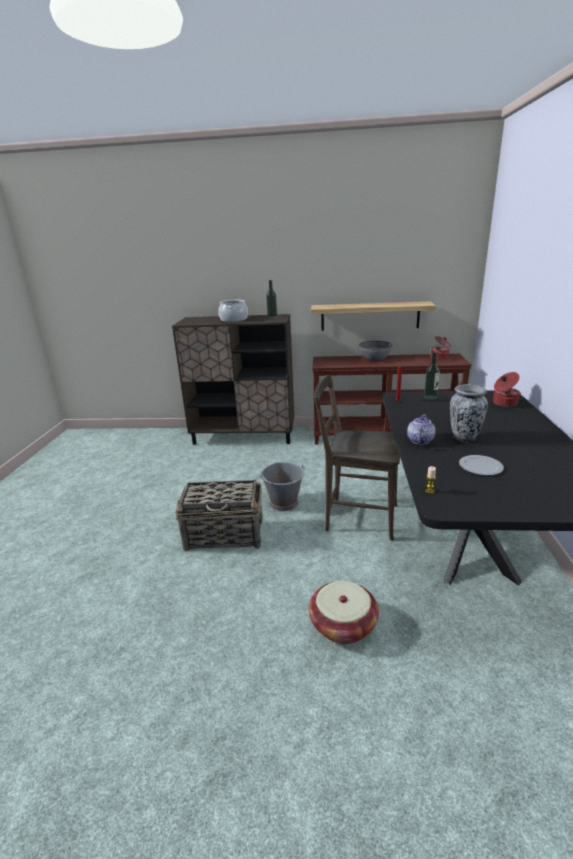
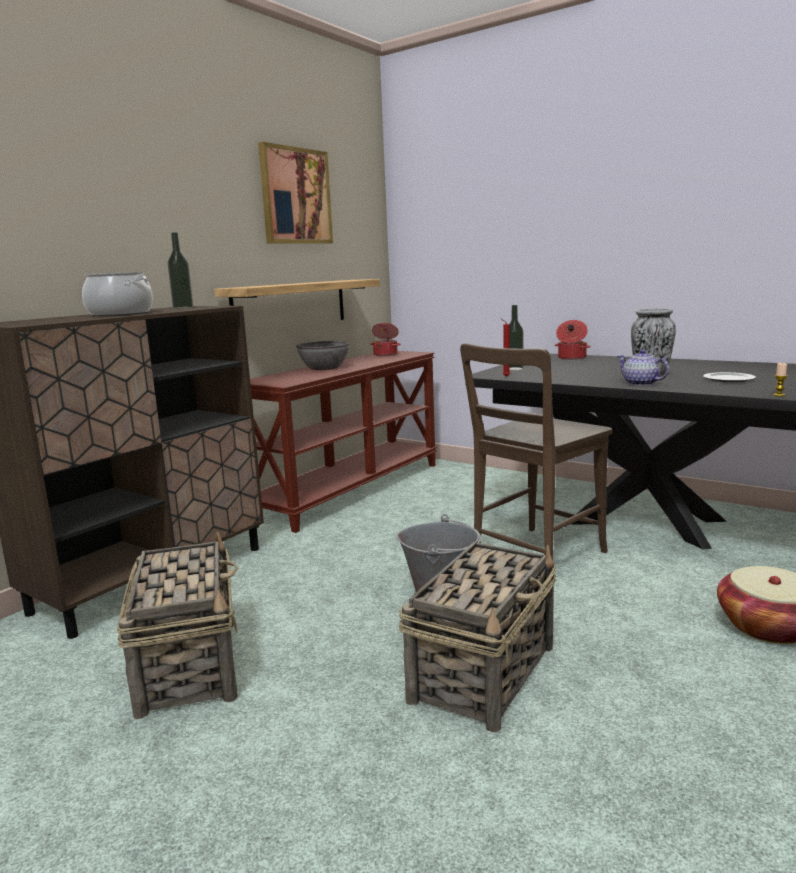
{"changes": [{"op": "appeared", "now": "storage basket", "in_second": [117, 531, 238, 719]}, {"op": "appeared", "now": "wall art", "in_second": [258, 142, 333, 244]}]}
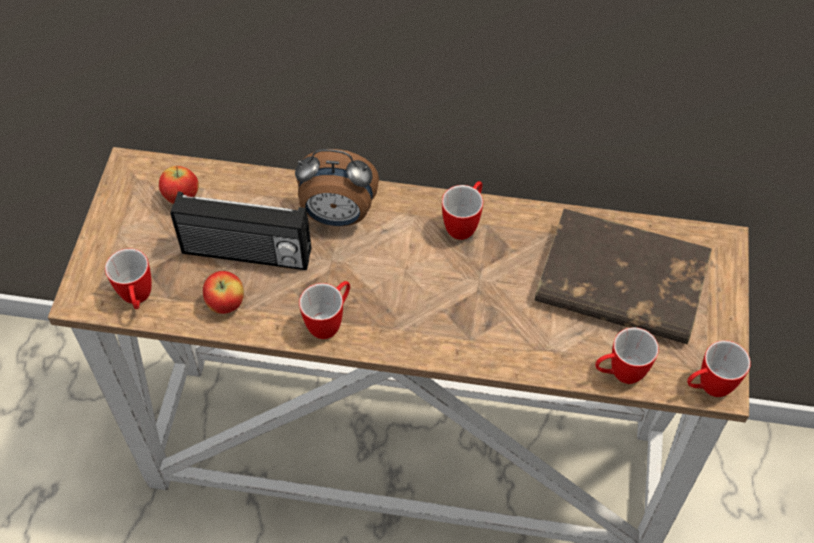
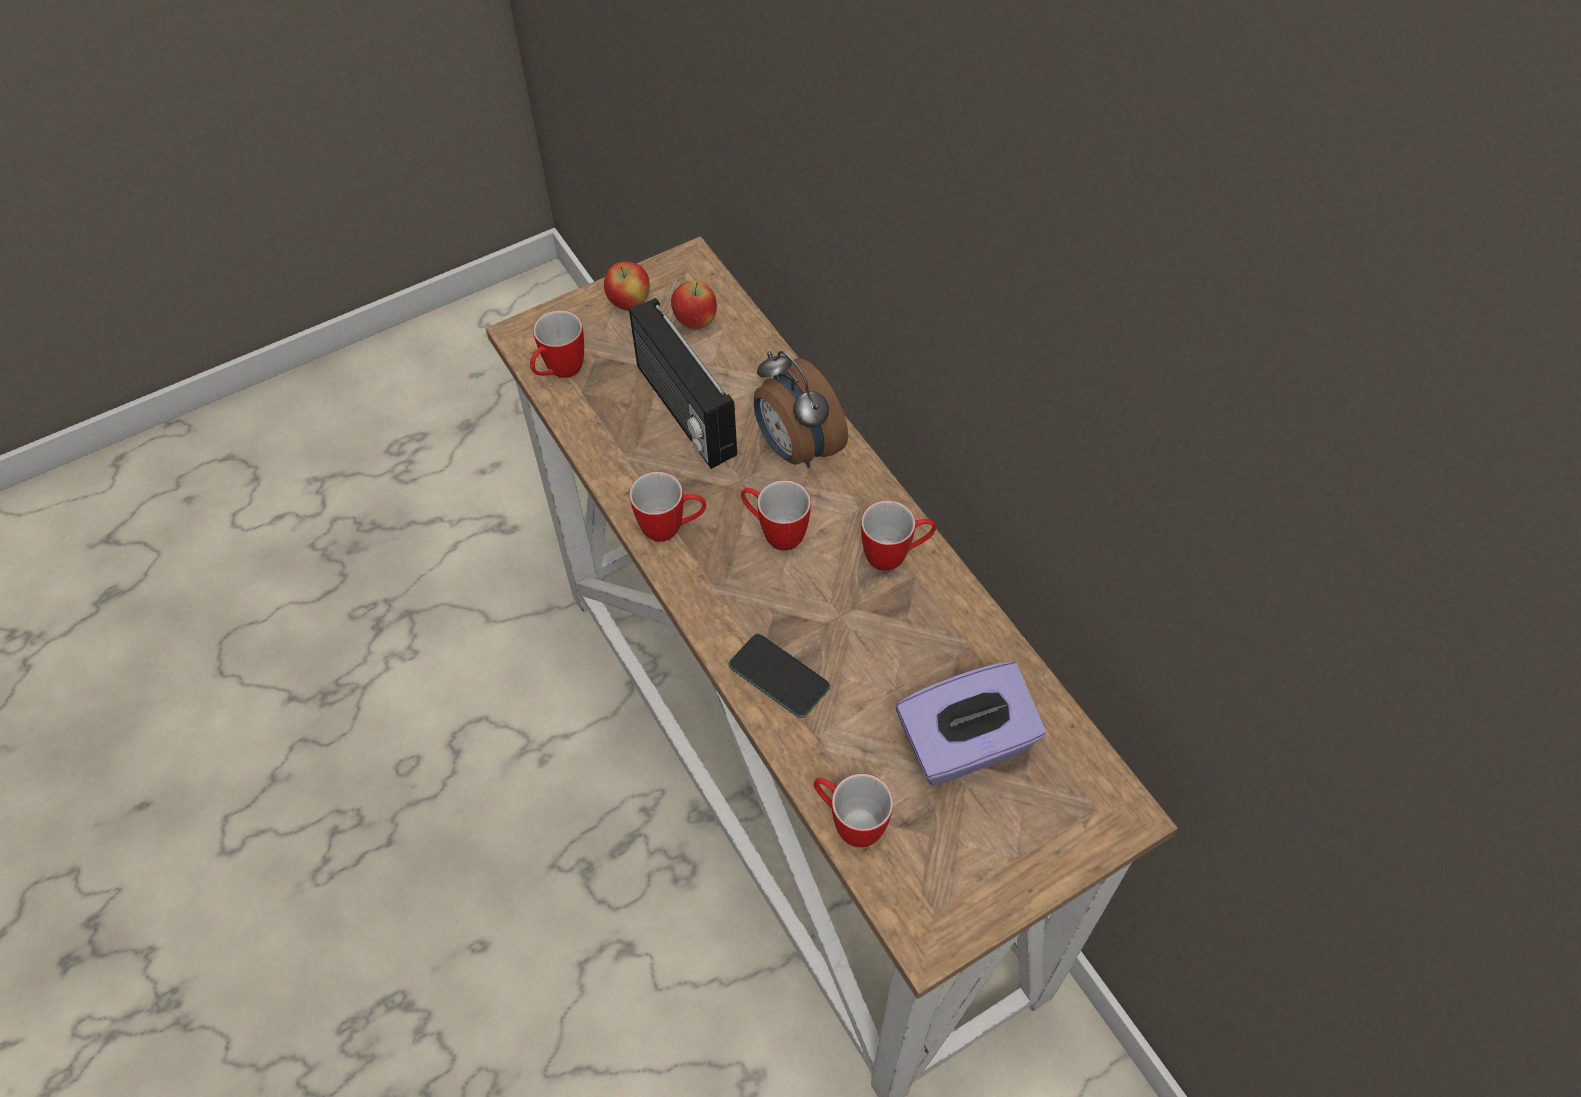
{"changes": [{"op": "relocated", "was": "apple", "in_first": [203, 271, 244, 314], "in_second": [604, 262, 650, 310]}, {"op": "appeared", "now": "handset", "in_second": [729, 634, 830, 718]}, {"op": "relocated", "was": "coffee mug", "in_first": [687, 340, 751, 397], "in_second": [741, 480, 811, 550]}, {"op": "exchanged", "was": "brown bound book", "now": "purplish tissue holder", "in_first": [535, 209, 712, 344], "in_second": [896, 661, 1046, 786]}]}
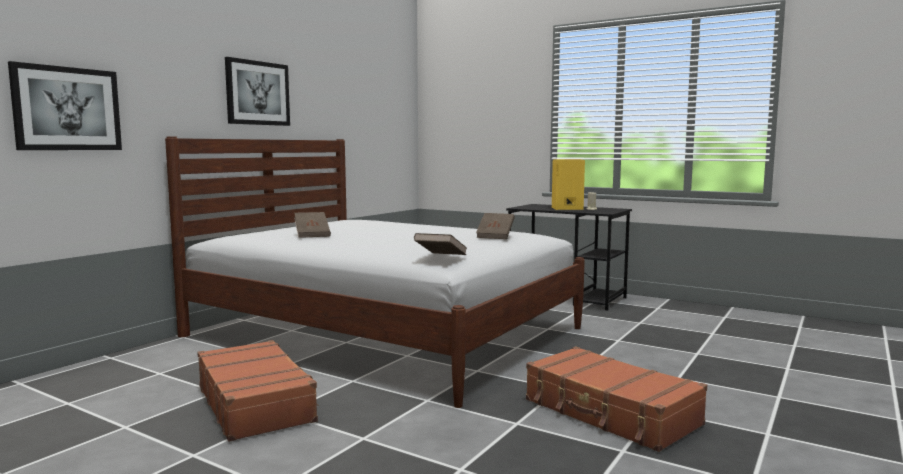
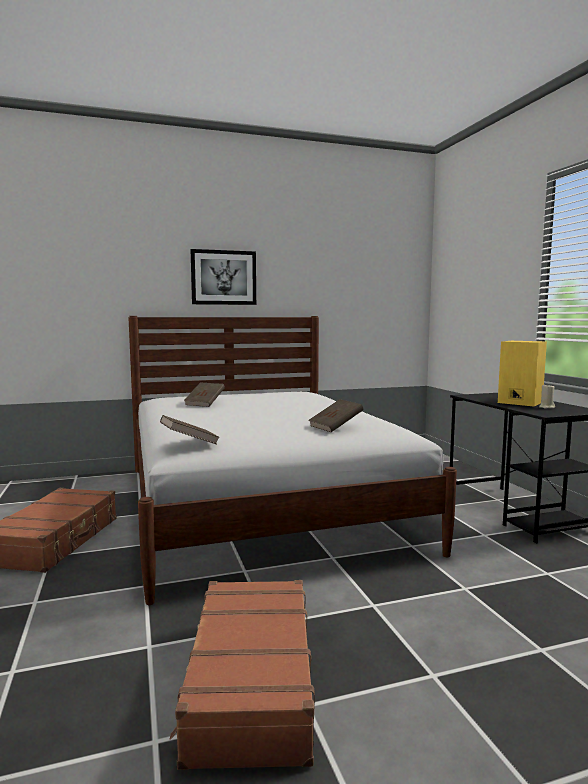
{"changes": [{"op": "missing", "was": "wall art", "in_first": [8, 61, 122, 150]}]}
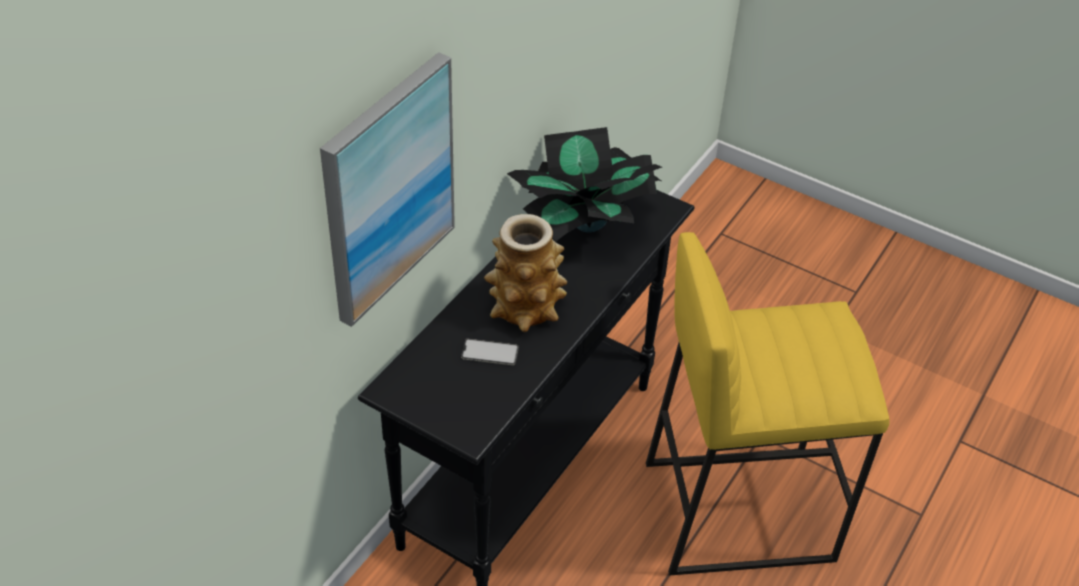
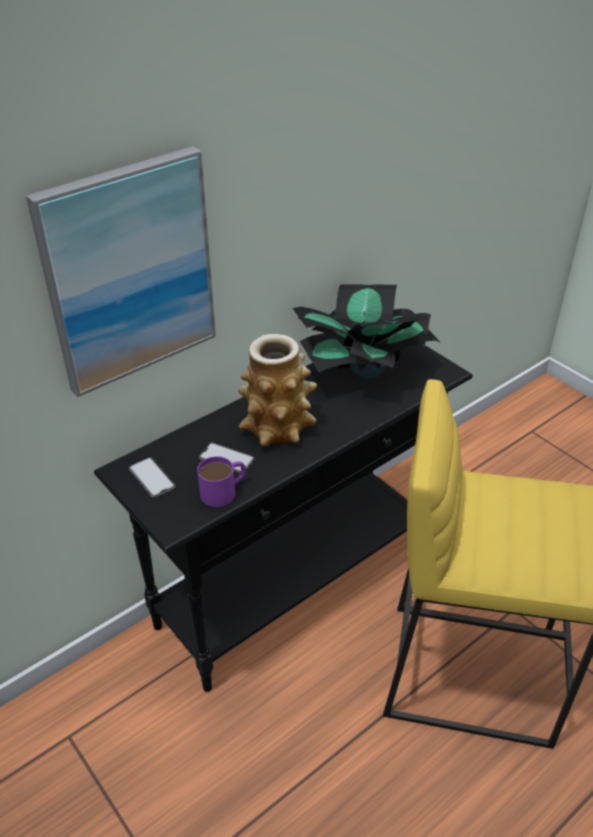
{"changes": [{"op": "appeared", "now": "handset", "in_second": [129, 457, 175, 498]}, {"op": "appeared", "now": "purplish coffee mug", "in_second": [197, 456, 246, 507]}]}
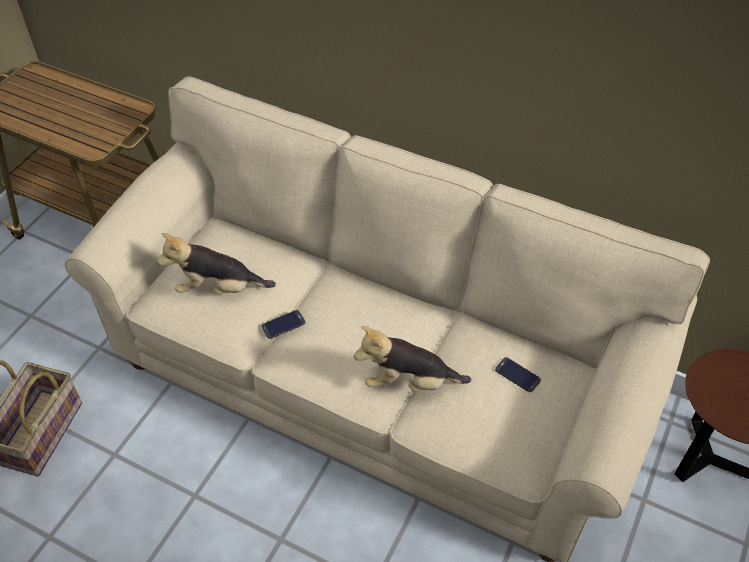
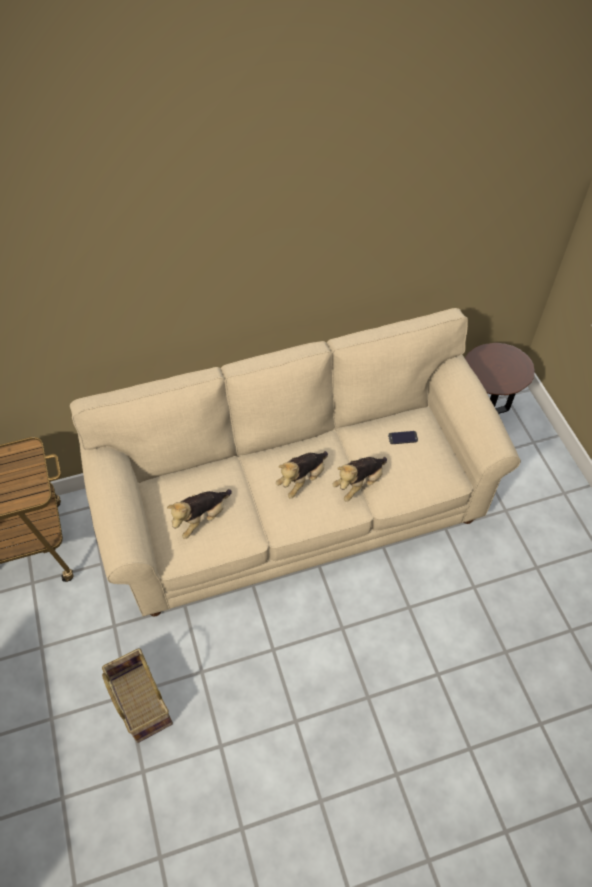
{"changes": [{"op": "appeared", "now": "plush toy", "in_second": [276, 451, 328, 499]}, {"op": "missing", "was": "handset", "in_first": [262, 310, 305, 339]}]}
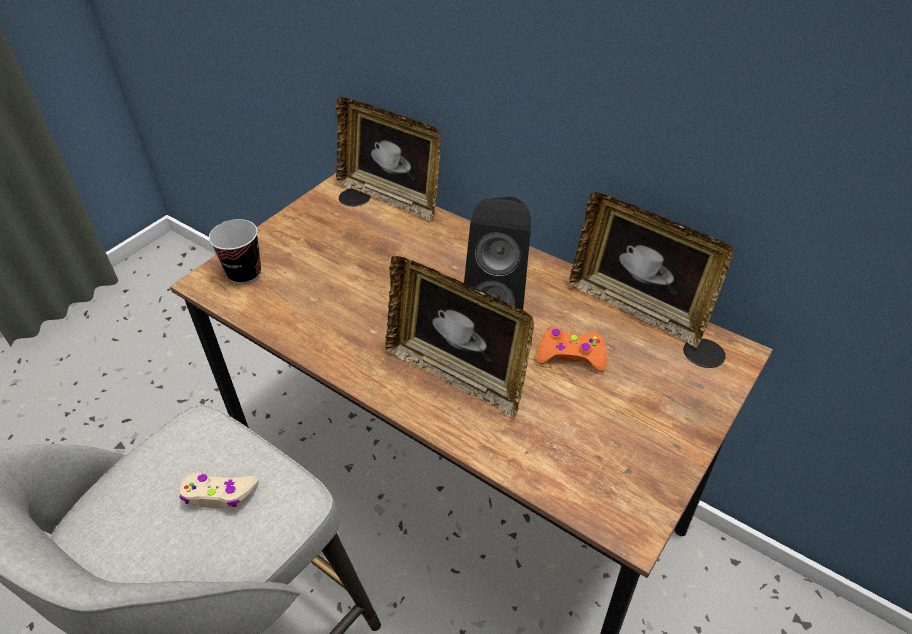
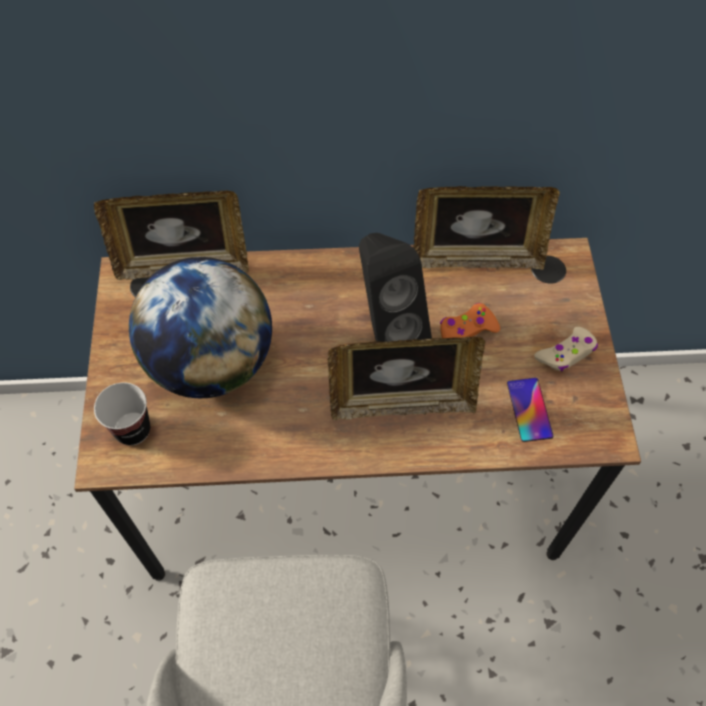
{"changes": [{"op": "appeared", "now": "world globe", "in_second": [129, 257, 272, 398]}, {"op": "appeared", "now": "handset", "in_second": [507, 378, 553, 442]}, {"op": "relocated", "was": "sand-coloured gamepad", "in_first": [179, 473, 258, 509], "in_second": [534, 327, 598, 371]}]}
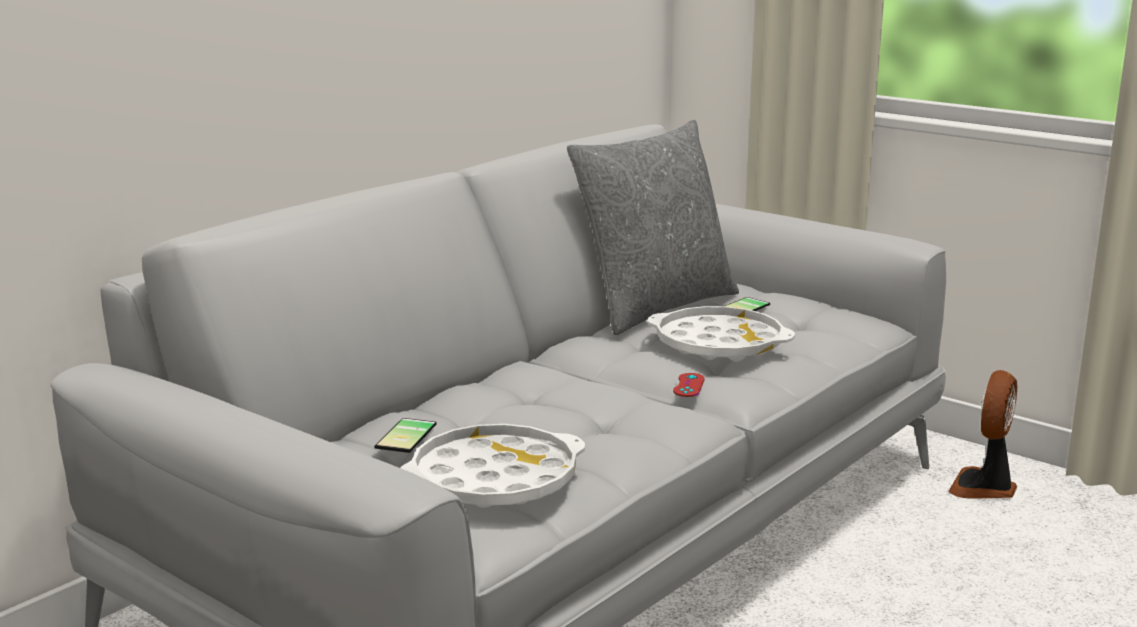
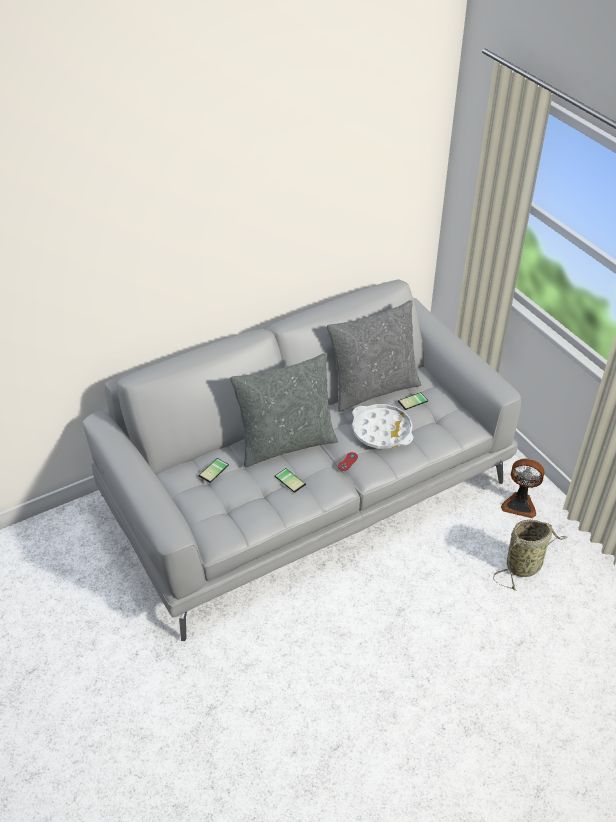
{"changes": [{"op": "appeared", "now": "greyish cushion", "in_second": [230, 353, 338, 467]}, {"op": "appeared", "now": "handset", "in_second": [275, 468, 306, 493]}, {"op": "appeared", "now": "storage basket", "in_second": [493, 520, 568, 590]}, {"op": "spun", "was": "cooling fan", "in_first": [948, 370, 1017, 499], "in_second": [501, 459, 545, 518], "clockwise": -120}, {"op": "missing", "was": "white-coloured tray", "in_first": [400, 424, 585, 508]}]}
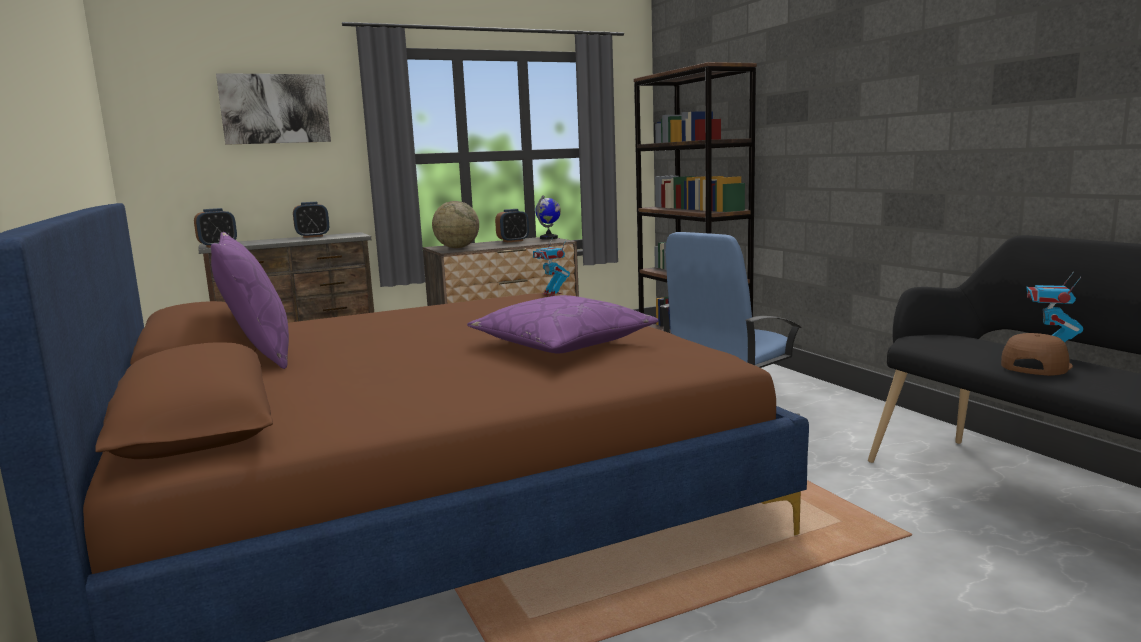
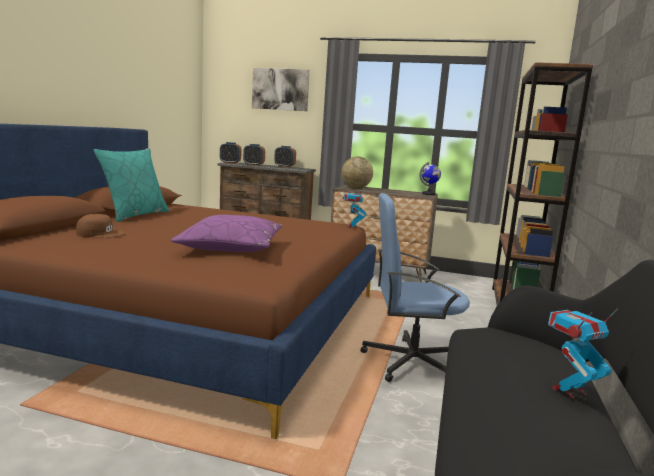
{"changes": [{"op": "relocated", "was": "brown baseball cap", "in_first": [1001, 333, 1073, 376], "in_second": [76, 214, 125, 238]}, {"op": "colour", "was": "purplish cushion", "now": "blue-green cushion", "in_first": [211, 232, 289, 369], "in_second": [94, 148, 169, 222]}, {"op": "relocated", "was": "bedside clock", "in_first": [495, 209, 529, 242], "in_second": [243, 144, 265, 166]}]}
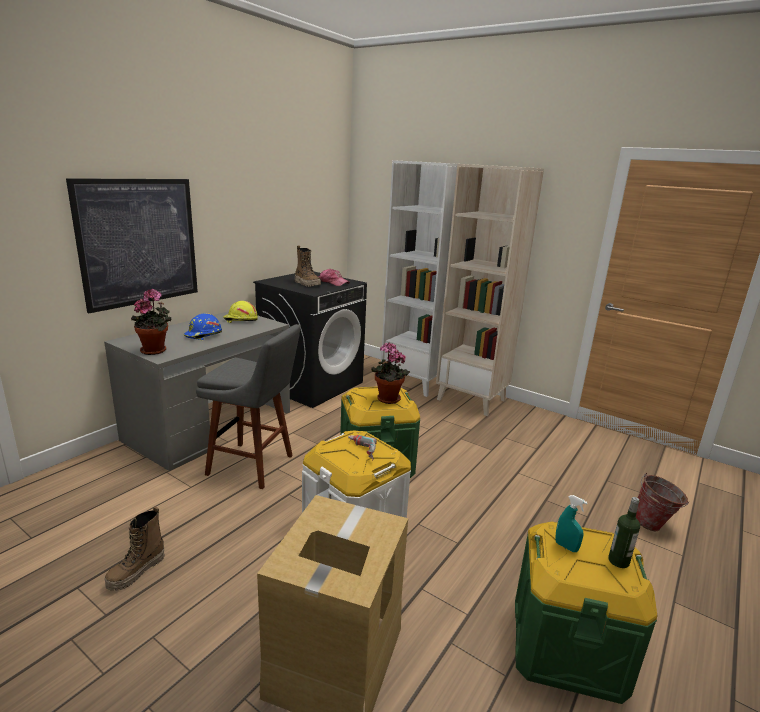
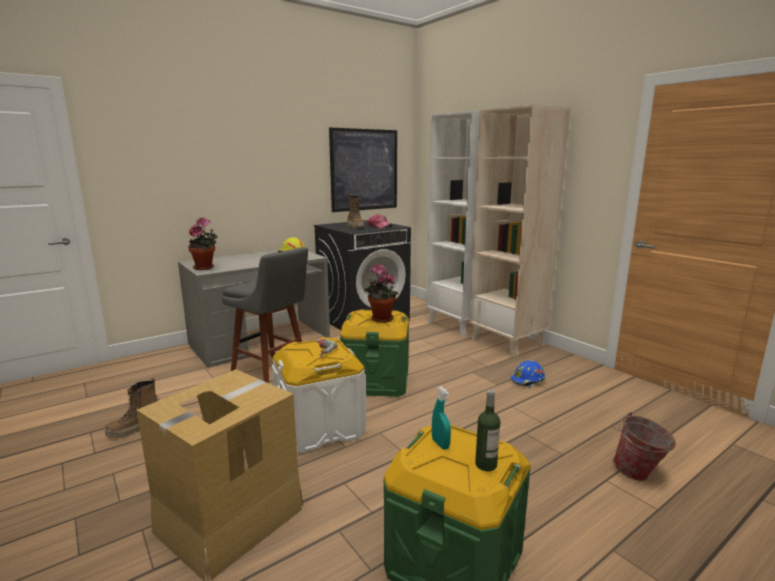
{"changes": [{"op": "relocated", "was": "wall art", "in_first": [66, 178, 198, 313], "in_second": [329, 128, 397, 212]}, {"op": "relocated", "was": "blue-coloured safety helmet", "in_first": [184, 313, 222, 340], "in_second": [510, 360, 545, 388]}]}
